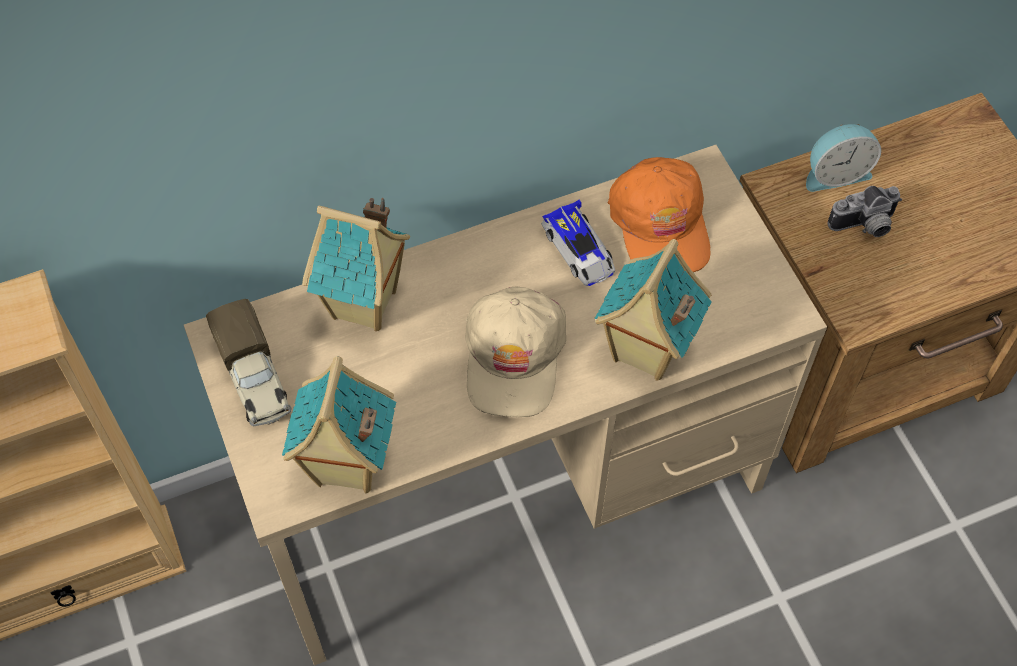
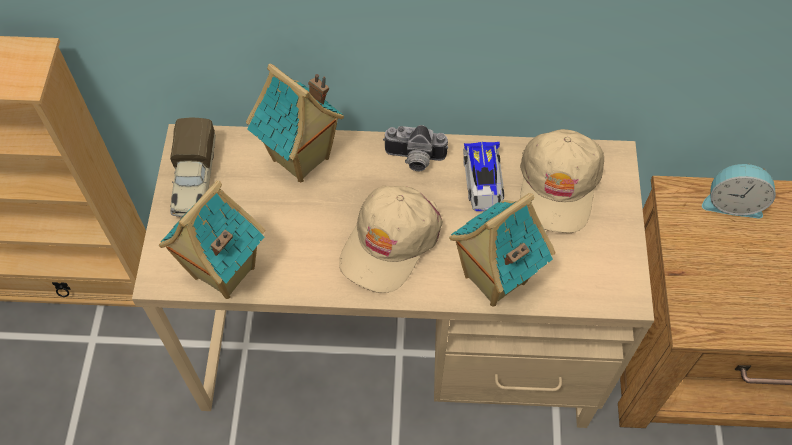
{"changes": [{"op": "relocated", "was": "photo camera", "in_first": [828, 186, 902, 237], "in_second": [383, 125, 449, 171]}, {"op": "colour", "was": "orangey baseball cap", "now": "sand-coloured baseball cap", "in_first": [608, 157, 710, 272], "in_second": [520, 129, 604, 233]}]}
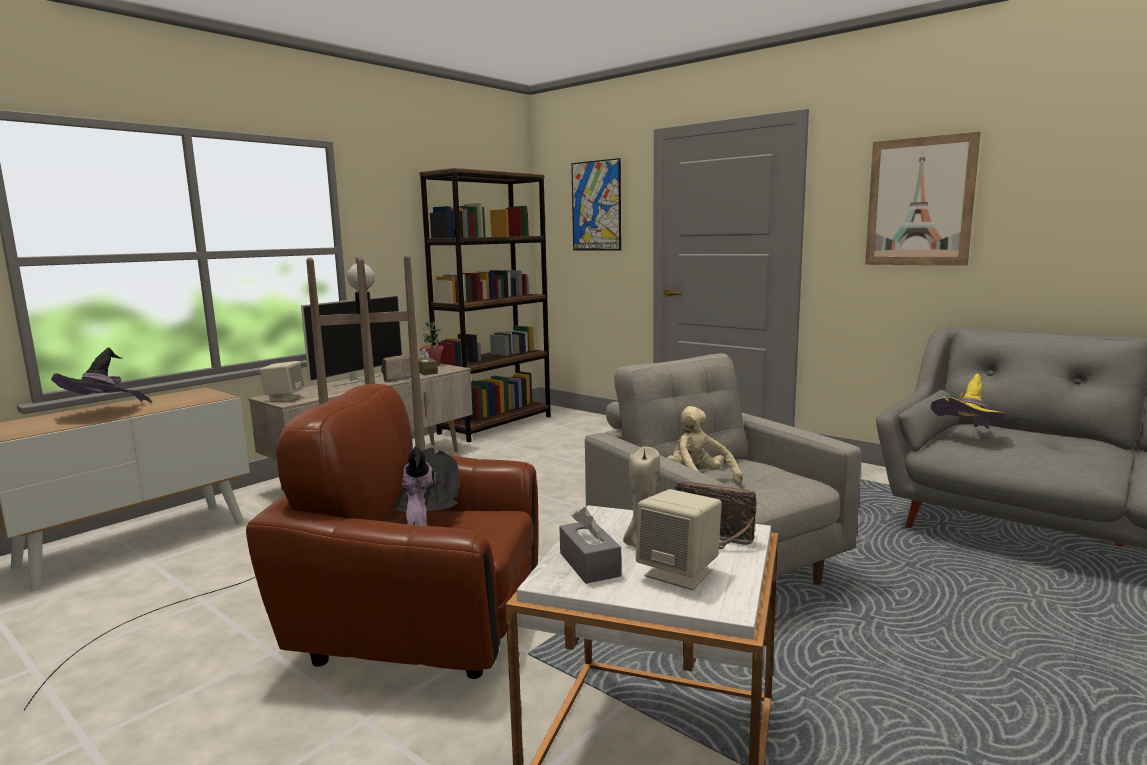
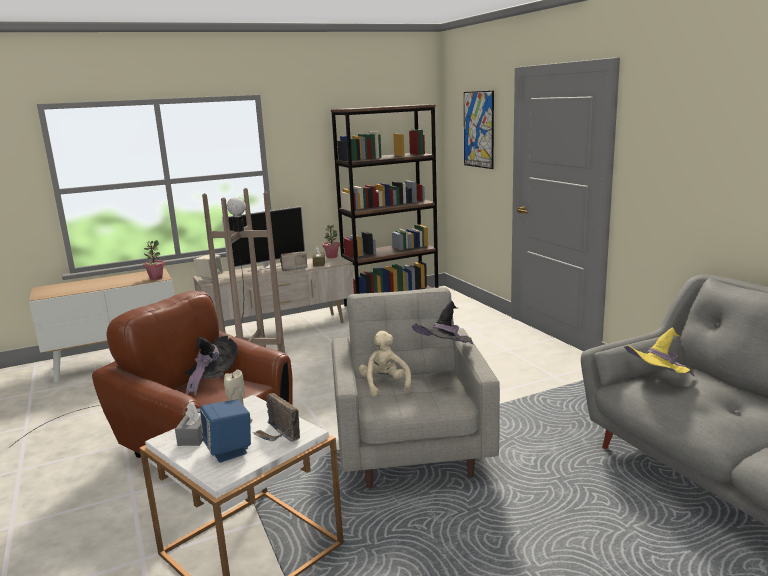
{"changes": [{"op": "appeared", "now": "potted plant", "in_second": [143, 240, 165, 280]}, {"op": "colour", "was": "sand-coloured speaker", "now": "blue-coloured speaker", "in_first": [636, 489, 722, 590], "in_second": [200, 399, 251, 463]}, {"op": "relocated", "was": "blackish hat", "in_first": [51, 348, 152, 403], "in_second": [411, 301, 473, 344]}, {"op": "missing", "was": "wall art", "in_first": [865, 132, 980, 266]}]}
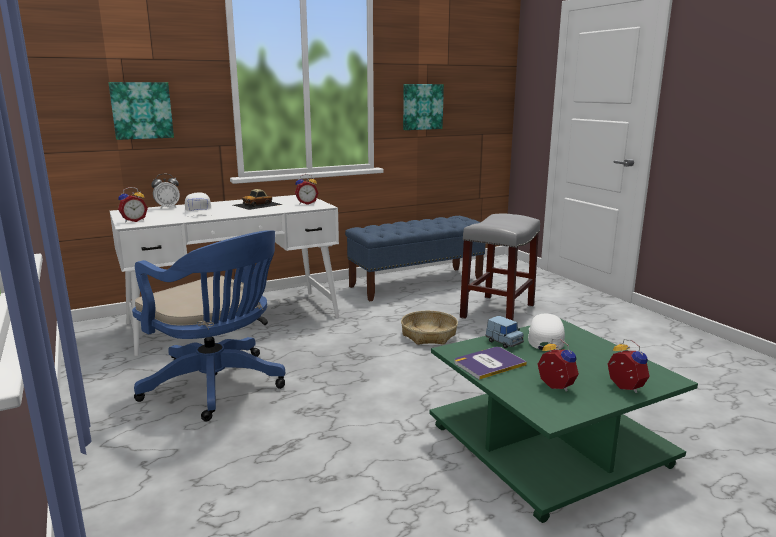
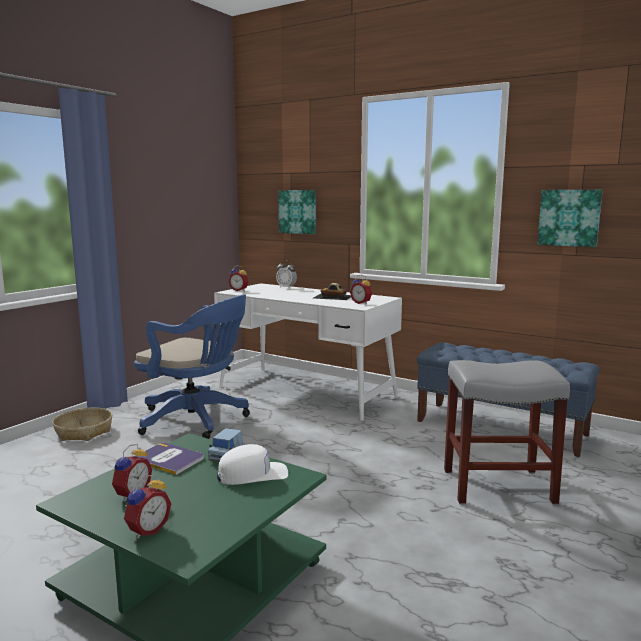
{"changes": [{"op": "relocated", "was": "storage basket", "in_first": [401, 311, 458, 345], "in_second": [52, 408, 112, 441]}, {"op": "spun", "was": "blue-coloured office chair", "in_first": [132, 230, 285, 421], "in_second": [134, 295, 250, 439], "clockwise": -75}, {"op": "missing", "was": "white-coloured baseball cap", "in_first": [185, 193, 212, 217]}]}
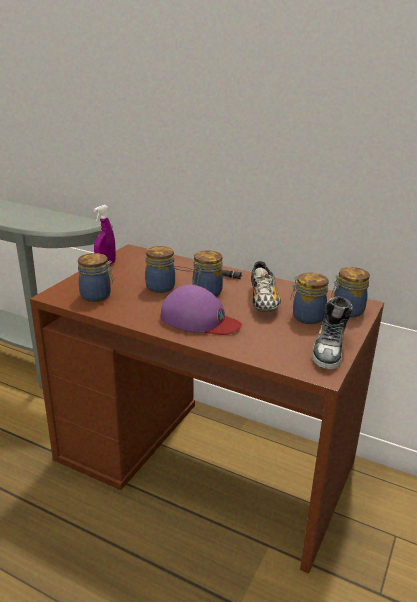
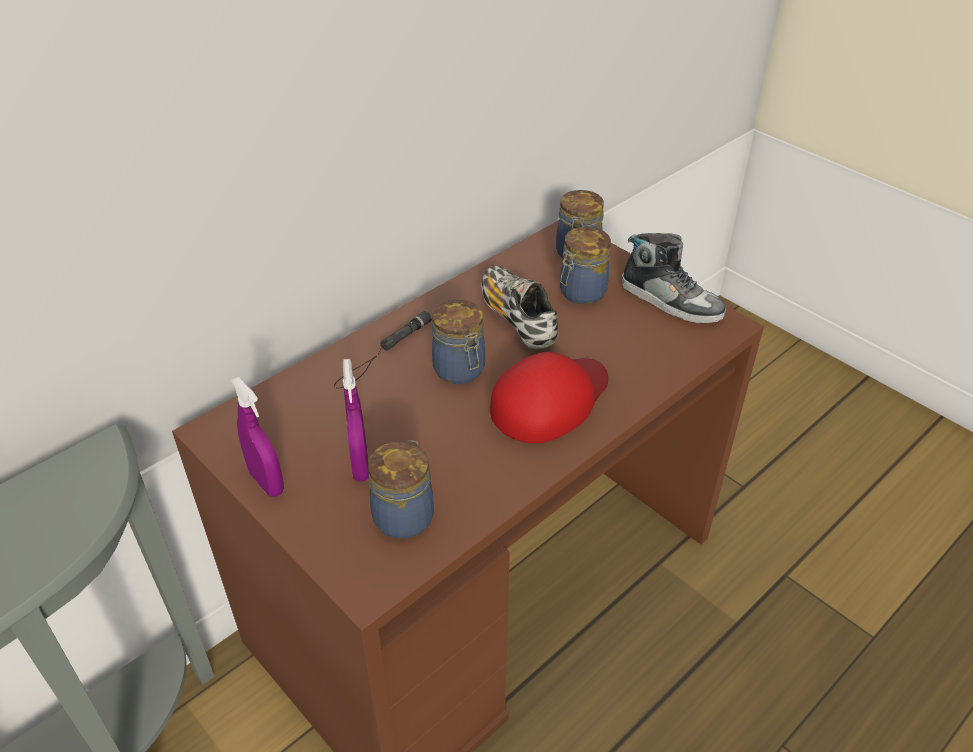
{"changes": [{"op": "appeared", "now": "purplish hand sprayer", "in_second": [343, 359, 369, 482]}, {"op": "spun", "was": "item of footwear", "in_first": [251, 261, 281, 312], "in_second": [481, 266, 558, 349], "clockwise": -135}, {"op": "colour", "was": "purplish baseball cap", "now": "red-coloured baseball cap", "in_first": [161, 285, 242, 335], "in_second": [490, 352, 608, 443]}, {"op": "missing", "was": "storage jar", "in_first": [145, 246, 175, 293]}]}
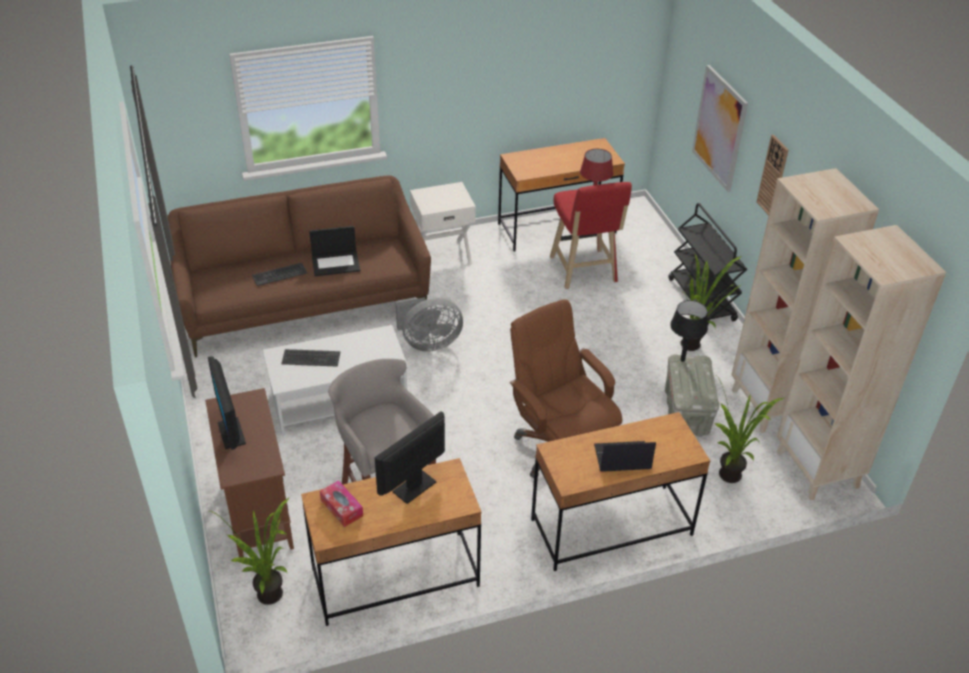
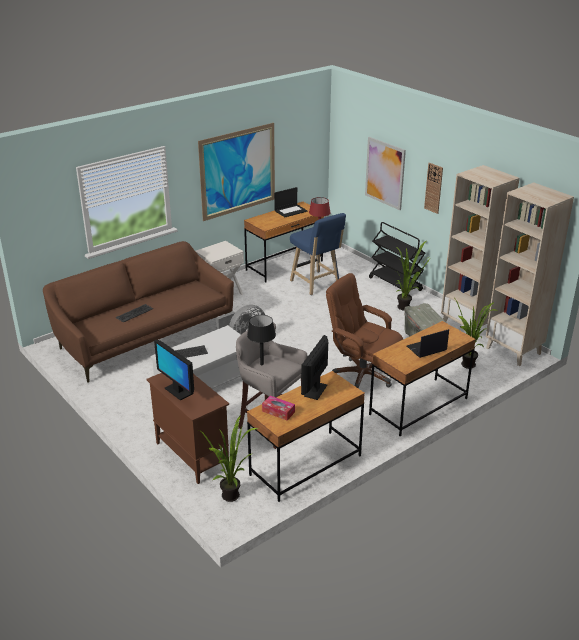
{"changes": [{"op": "appeared", "now": "wall art", "in_second": [198, 123, 275, 221]}, {"op": "relocated", "was": "blackish table lamp", "in_first": [670, 300, 708, 362], "in_second": [247, 315, 276, 365]}, {"op": "relocated", "was": "laptop", "in_first": [309, 226, 360, 276], "in_second": [274, 187, 307, 217]}, {"op": "colour", "was": "red-coloured stool", "now": "blue-coloured stool", "in_first": [550, 182, 632, 289], "in_second": [290, 213, 346, 295]}]}
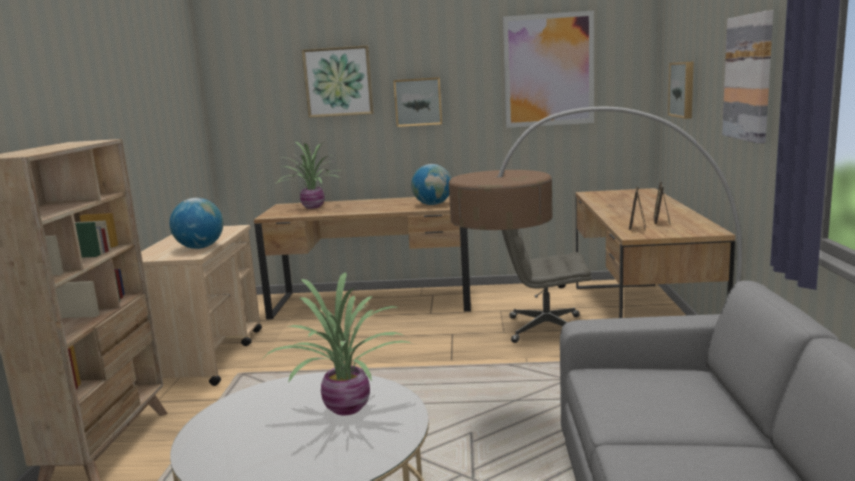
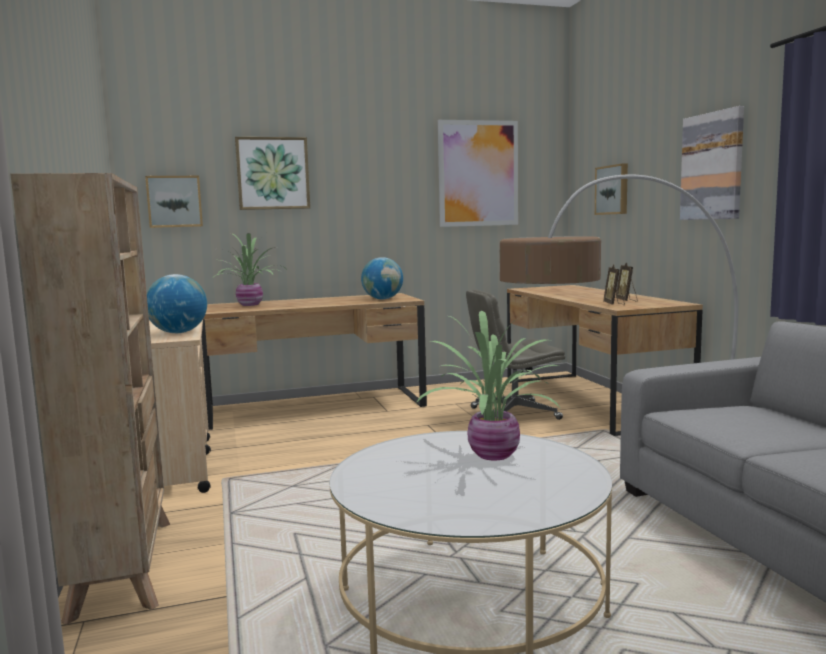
{"changes": [{"op": "relocated", "was": "wall art", "in_first": [393, 77, 442, 127], "in_second": [145, 176, 203, 228]}]}
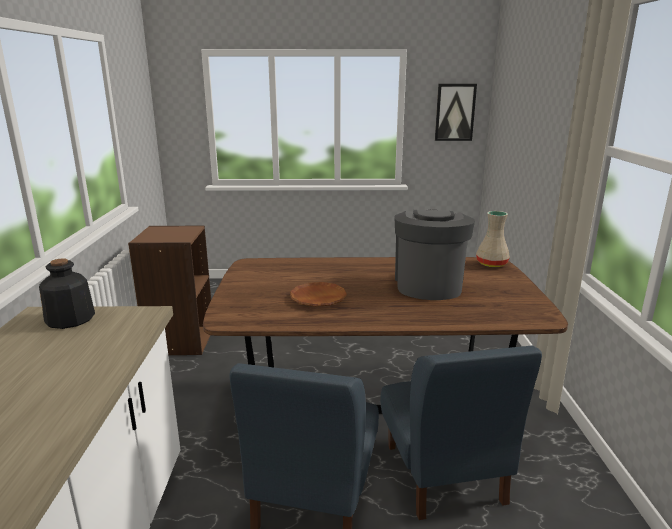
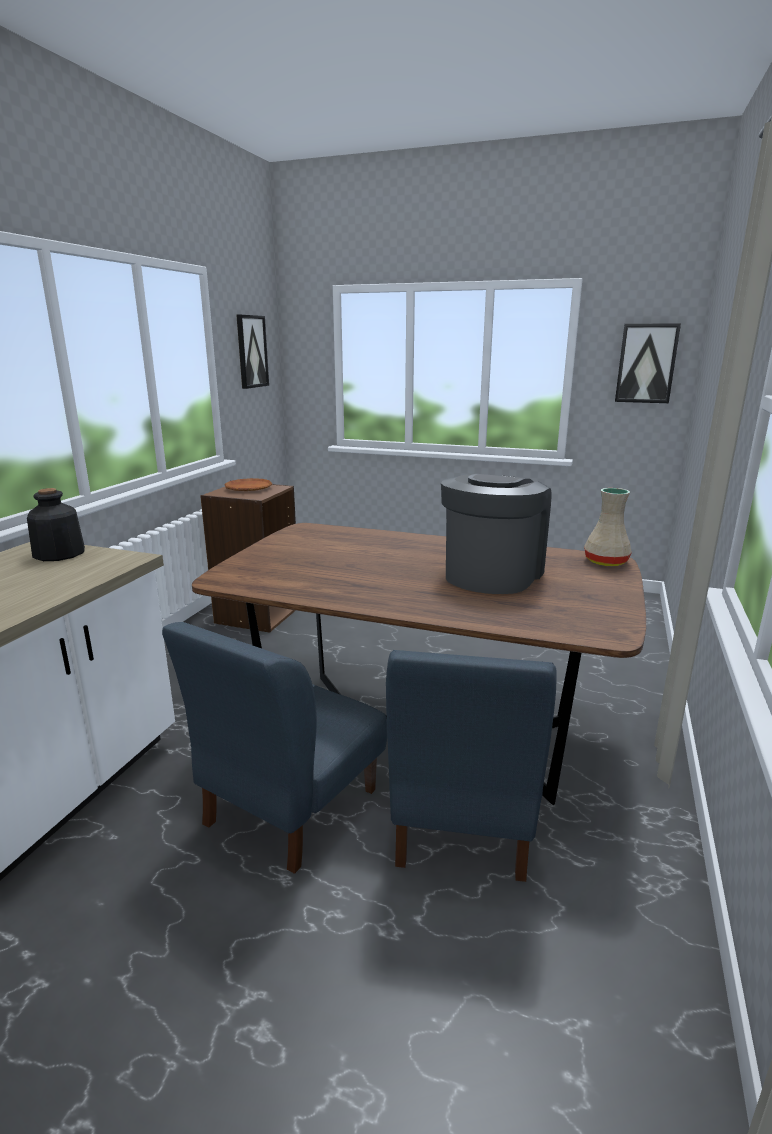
{"changes": [{"op": "relocated", "was": "brown flat dish", "in_first": [290, 282, 347, 307], "in_second": [225, 478, 272, 491]}, {"op": "appeared", "now": "wall art", "in_second": [236, 315, 269, 389]}]}
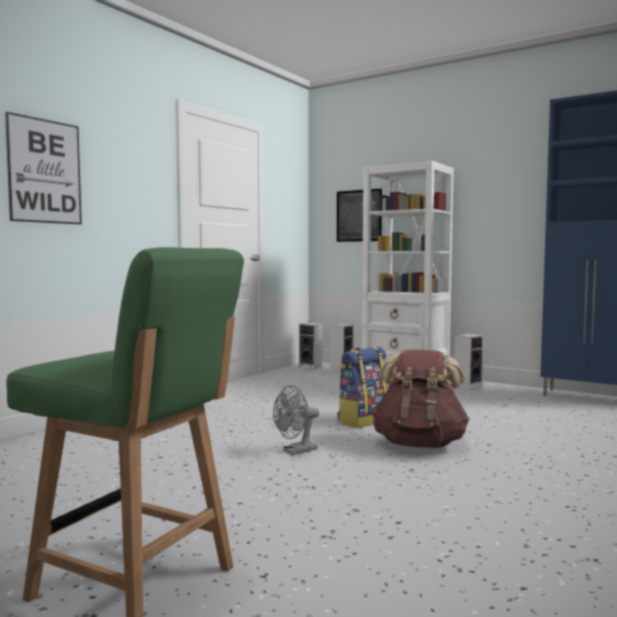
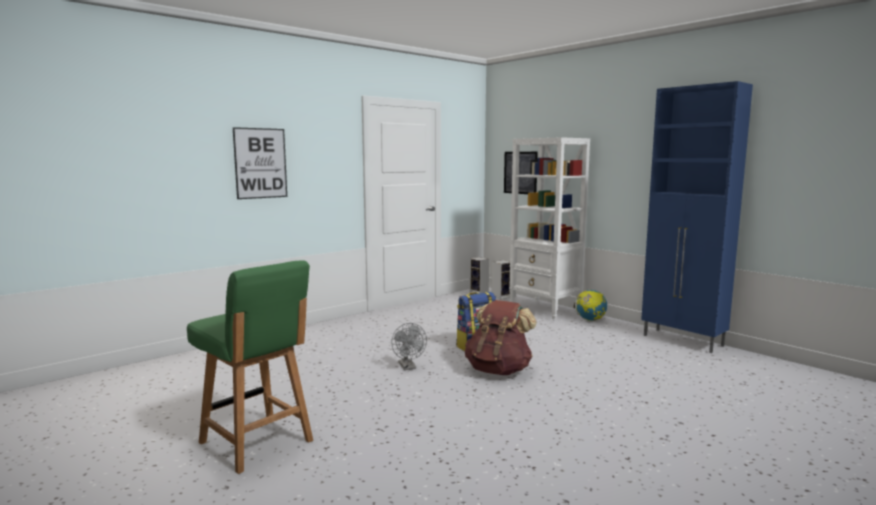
{"changes": [{"op": "spun", "was": "greyish cooling fan", "in_first": [273, 385, 320, 455], "in_second": [391, 323, 427, 370], "clockwise": -90}, {"op": "exchanged", "was": "speaker", "now": "world globe", "in_first": [455, 334, 484, 389], "in_second": [574, 289, 607, 321]}]}
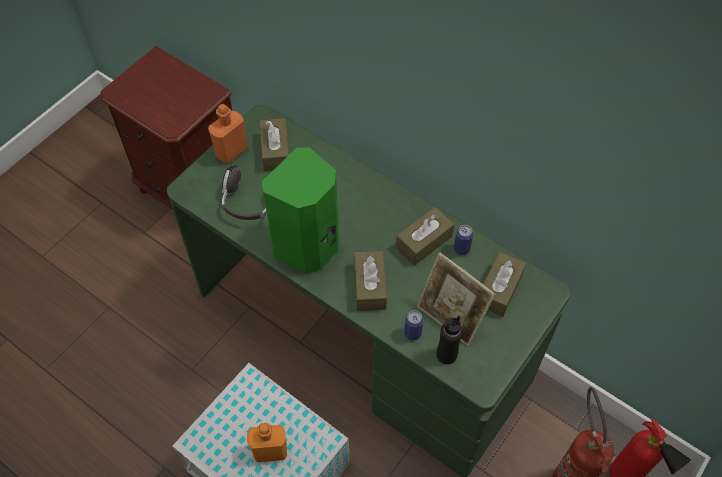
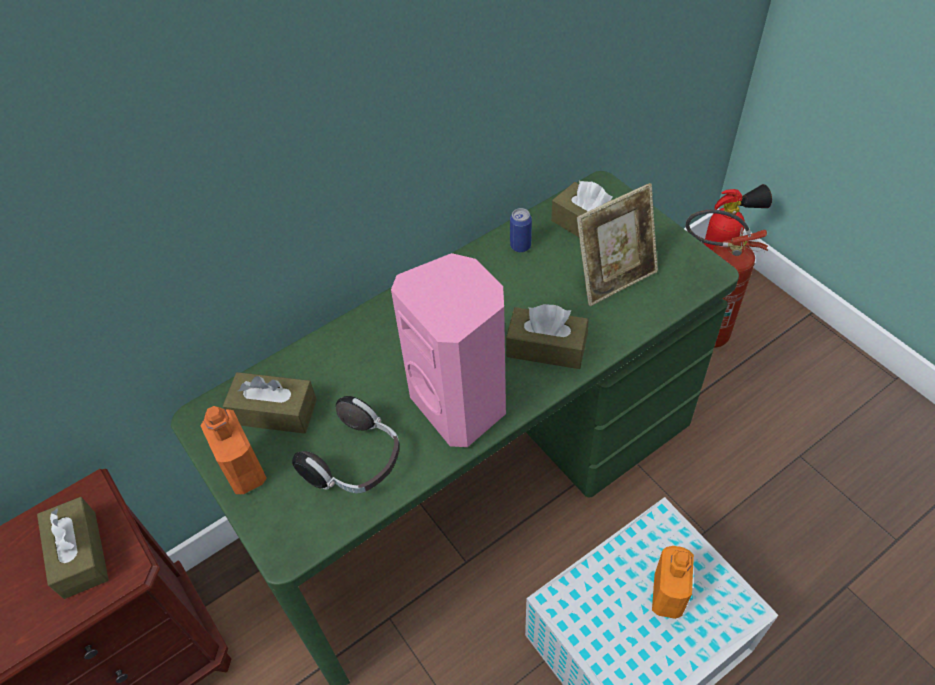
{"changes": [{"op": "relocated", "was": "brown tissue holder", "in_first": [396, 207, 454, 266], "in_second": [37, 497, 109, 599]}, {"op": "colour", "was": "green speaker", "now": "pink speaker", "in_first": [262, 147, 339, 274], "in_second": [391, 253, 506, 447]}, {"op": "missing", "was": "can", "in_first": [404, 310, 424, 341]}, {"op": "missing", "was": "blackish bottle", "in_first": [437, 316, 463, 364]}]}
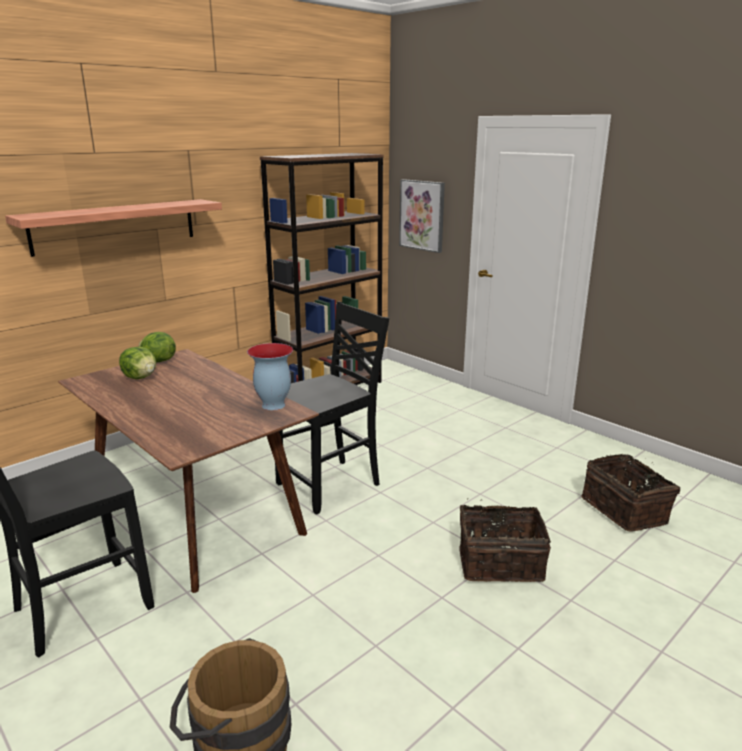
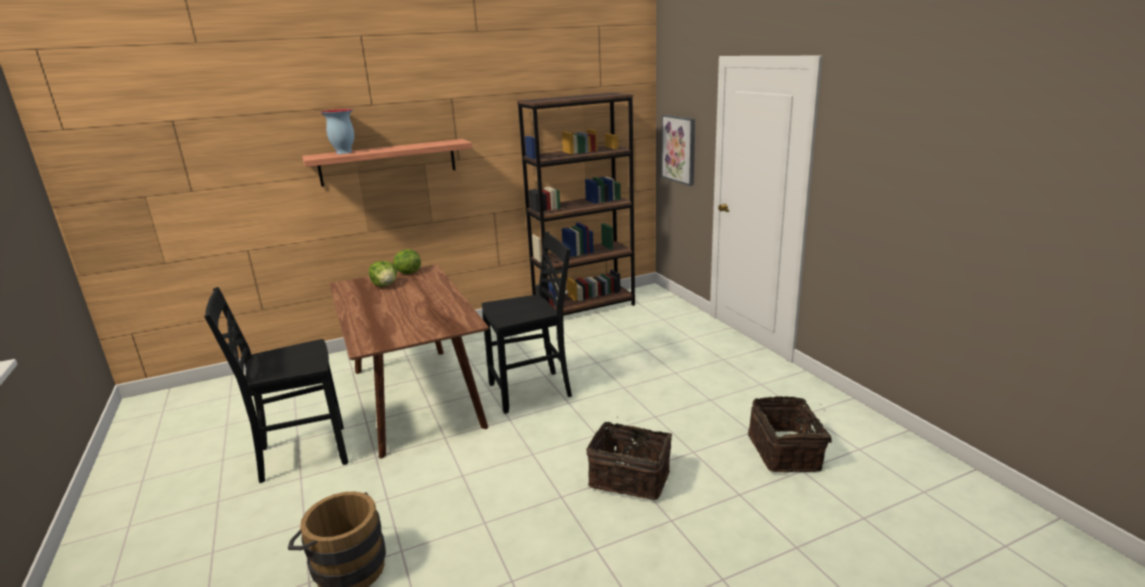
{"changes": [{"op": "relocated", "was": "flower vase", "in_first": [247, 343, 293, 410], "in_second": [320, 109, 355, 154]}]}
